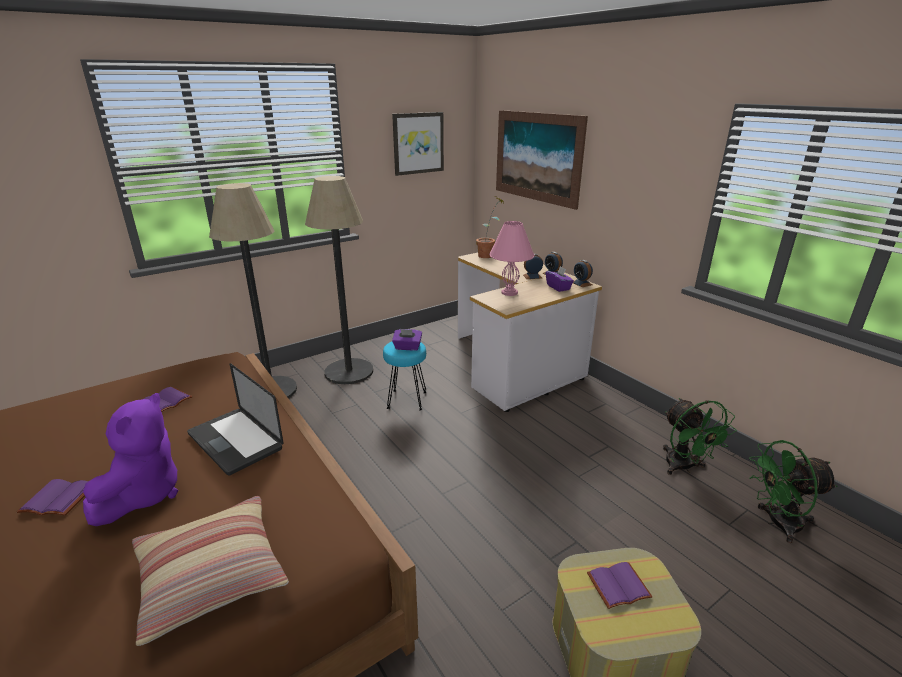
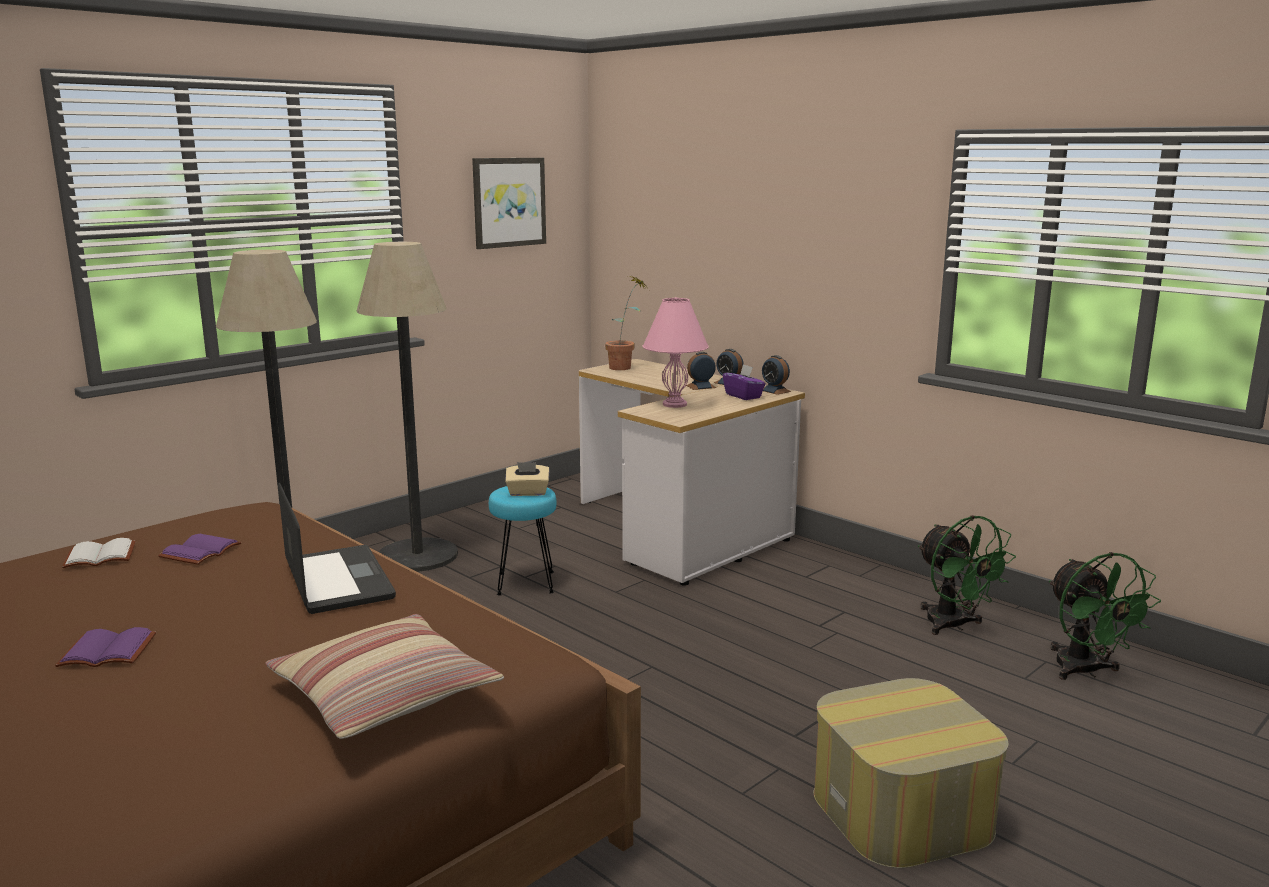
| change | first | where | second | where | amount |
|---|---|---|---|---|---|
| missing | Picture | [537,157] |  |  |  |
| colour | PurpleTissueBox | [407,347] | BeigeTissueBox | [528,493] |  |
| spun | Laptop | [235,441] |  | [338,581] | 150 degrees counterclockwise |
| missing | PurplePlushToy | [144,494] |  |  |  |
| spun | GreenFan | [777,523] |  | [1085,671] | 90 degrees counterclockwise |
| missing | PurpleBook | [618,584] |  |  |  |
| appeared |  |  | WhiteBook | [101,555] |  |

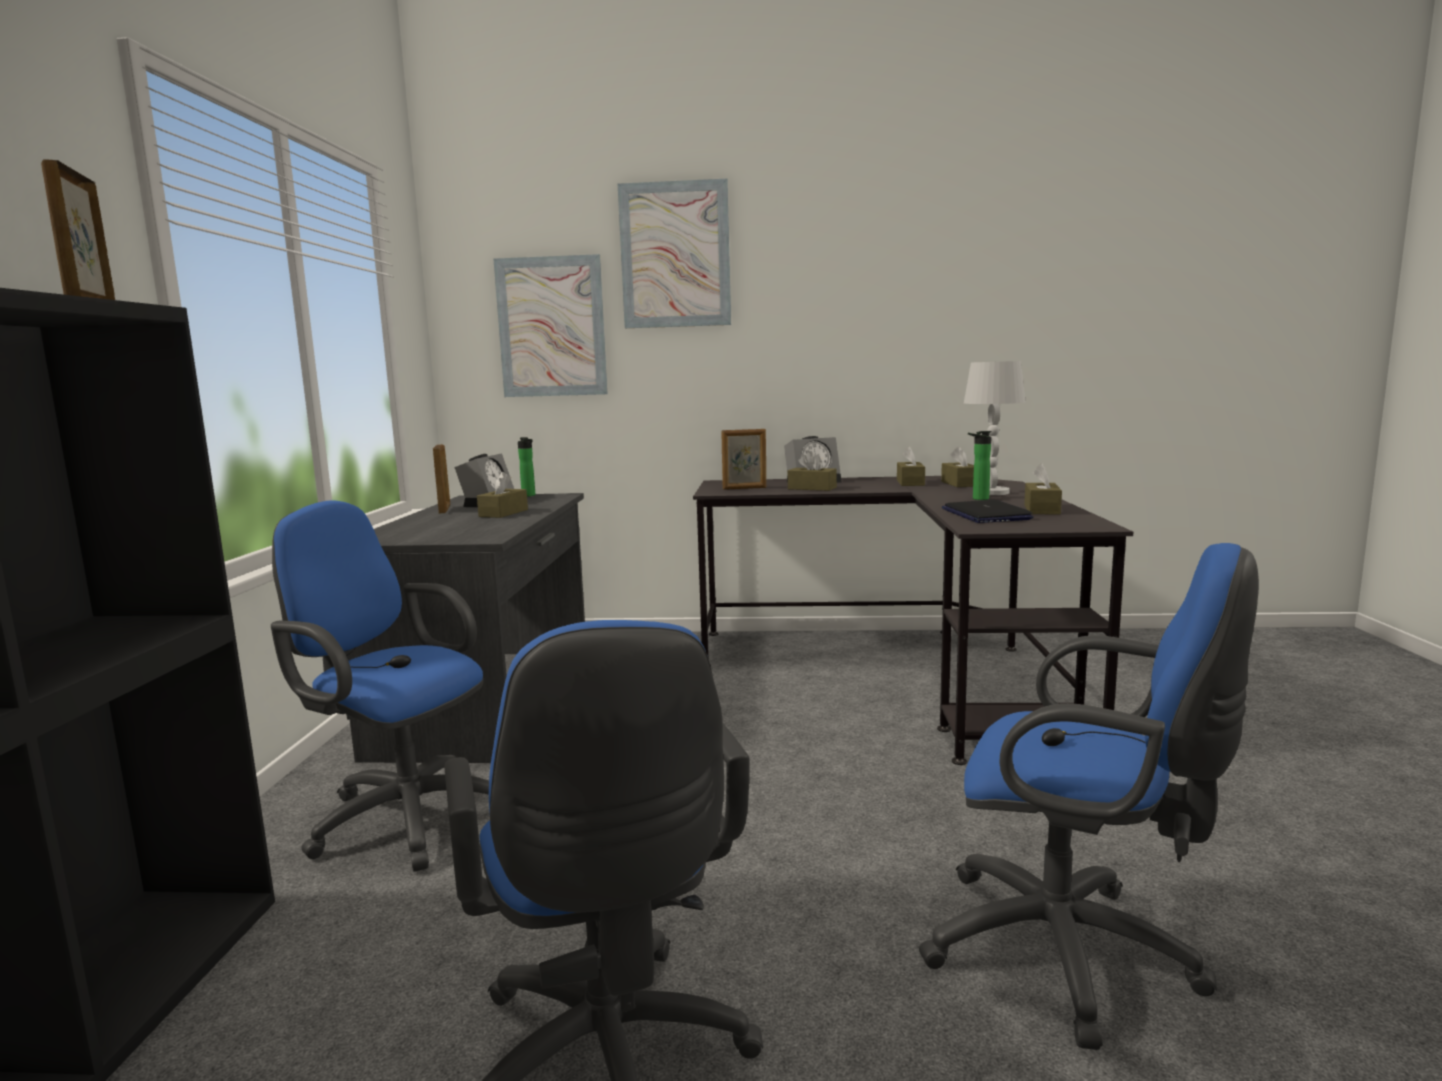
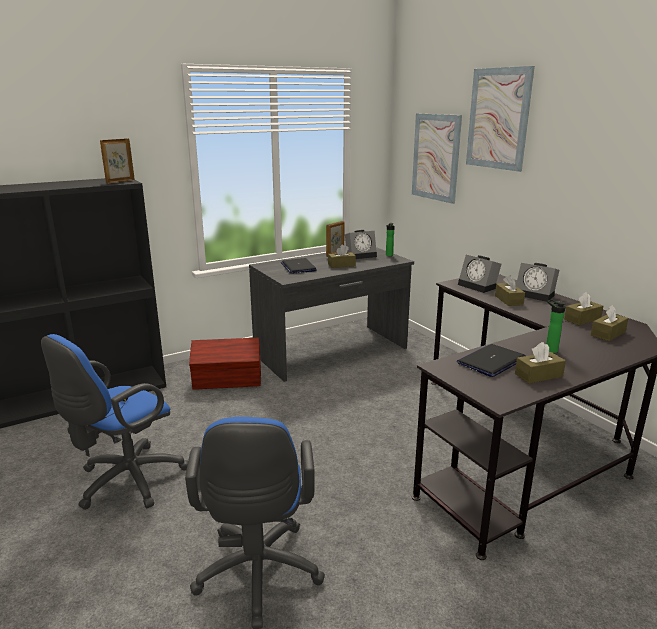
| change | first | where | second | where | amount |
|---|---|---|---|---|---|
| missing | WhiteTableLamp | [991,492] |  |  |  |
| exchanged | PictureFrame | [744,488] | AlarmClock | [479,286] |  |
| exchanged | BlueOfficeChair | [403,816] | BrownStorageBox | [228,381] |  |
| appeared |  |  | Laptop | [298,267] |  |

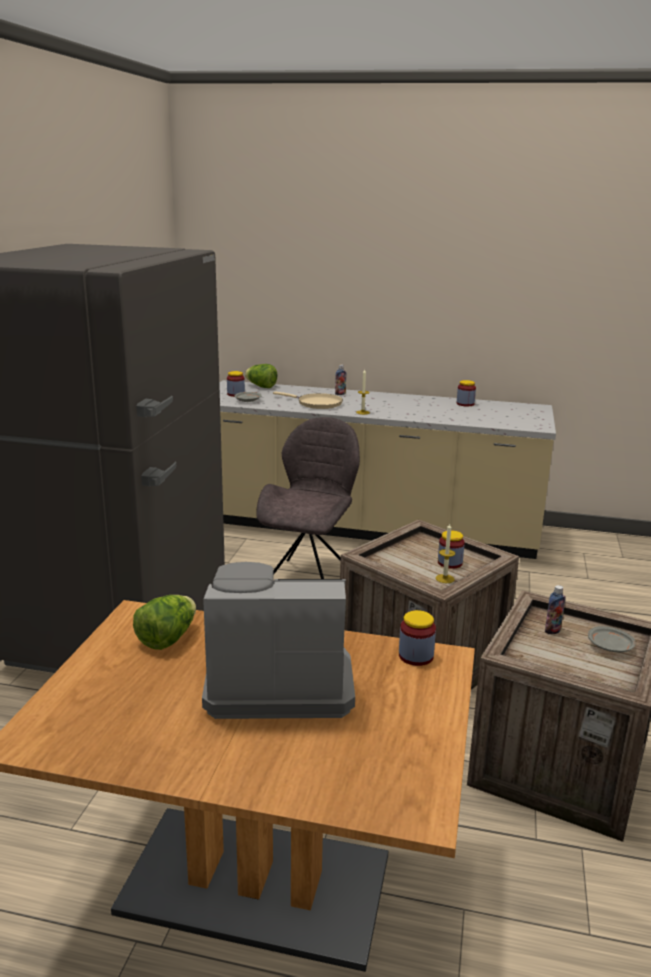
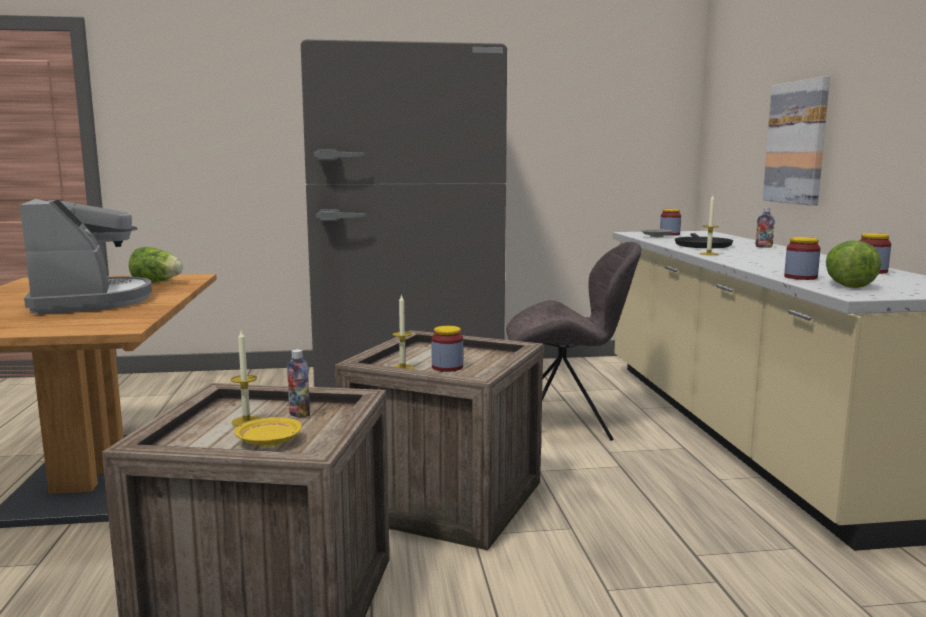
| change | first | where | second | where | amount |
|---|---|---|---|---|---|
| relocated | Lettuce | [261,386] |  | [846,285] |  |
| colour | BeigeFryingPan | [317,403] | BlackFryingPan | [701,245] |  |
| relocated | Jar | [416,656] |  | [800,277] |  |
| colour | GreyPlate | [610,647] | YellowPlate | [268,442] |  |
| appeared |  |  | Picture | [797,143] |  |
| appeared |  |  | Candle | [246,421] |  |

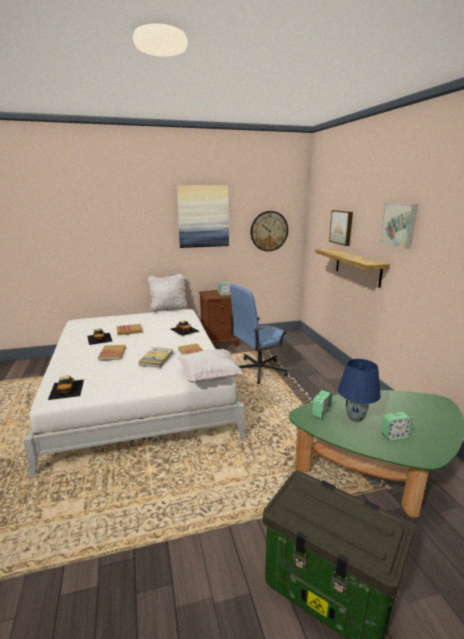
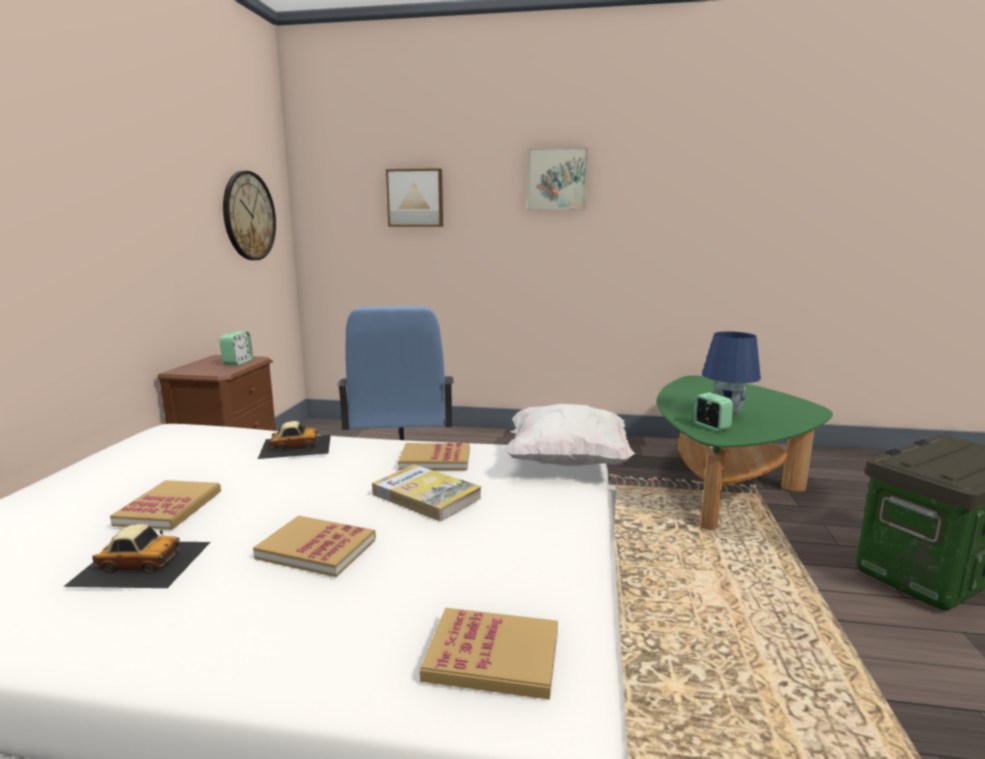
| change | first | where | second | where | amount |
|---|---|---|---|---|---|
| missing | Picture | [203,216] |  |  |  |
| missing | Shelf | [357,267] |  |  |  |
| missing | WhitePillow | [168,309] |  |  |  |
| exchanged | ToyCar | [67,389] | Book | [492,657] |  |
| missing | AlarmClock | [394,435] |  |  |  |

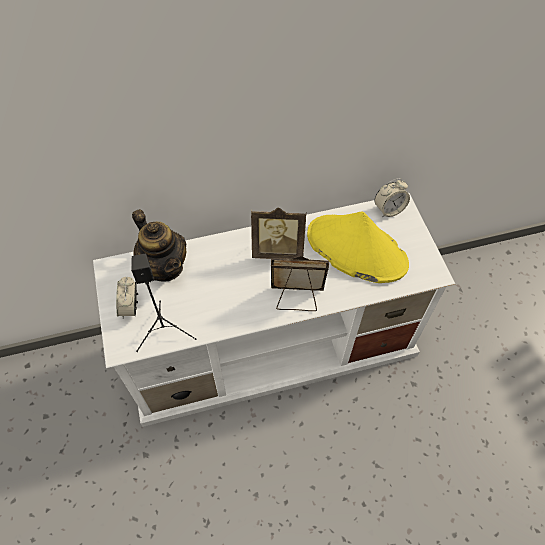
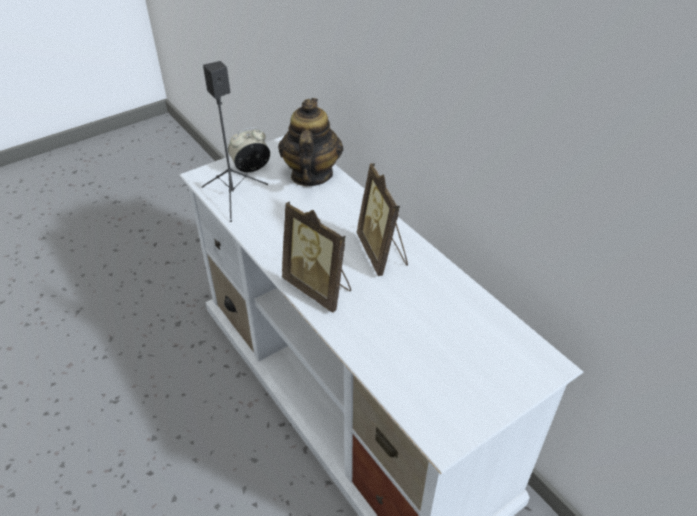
| change | first | where | second | where | amount |
|---|---|---|---|---|---|
| missing | AlarmClock | [388,209] |  |  |  |
| spun | Teapot | [164,266] |  | [311,175] | 150 degrees clockwise |
| missing | YellowHat | [355,249] |  |  |  |
| spun | PictureFrame | [296,299] |  | [319,288] | 150 degrees clockwise |

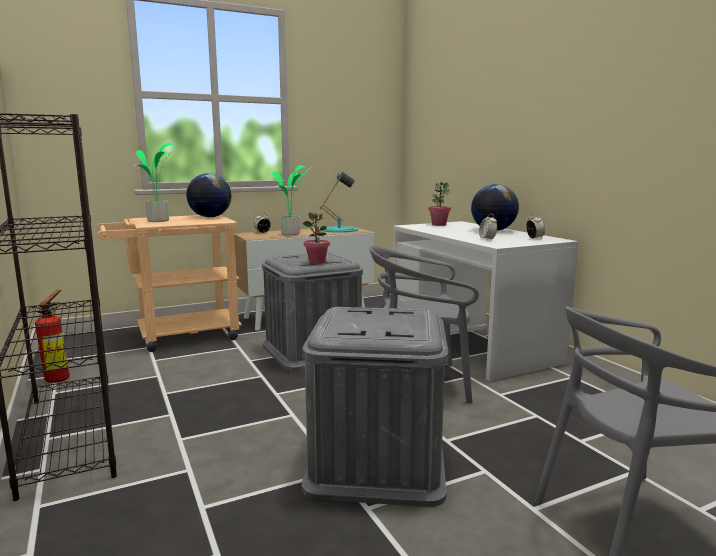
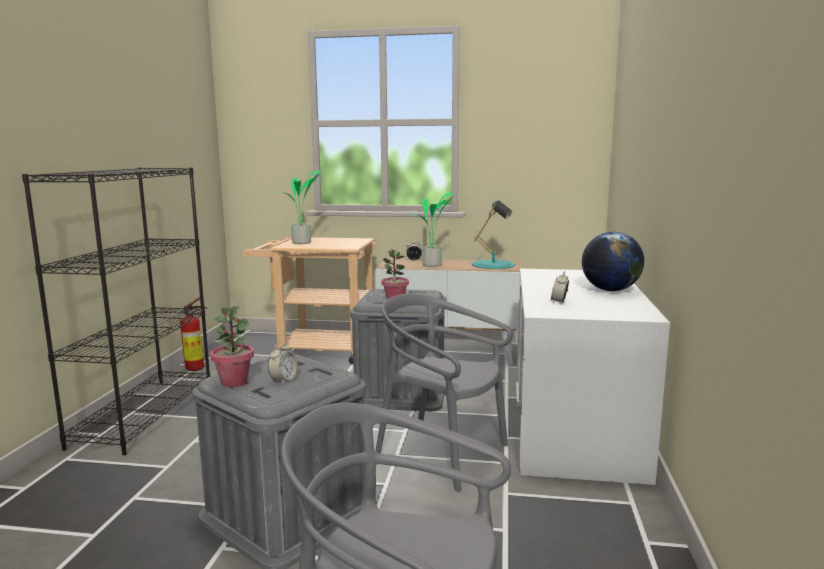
| change | first | where | second | where | amount |
|---|---|---|---|---|---|
| missing | Globe | [210,217] |  |  |  |
| relocated | PottedPlant | [439,225] |  | [234,382] |  |
| relocated | AlarmClock | [534,238] |  | [283,380] |  |

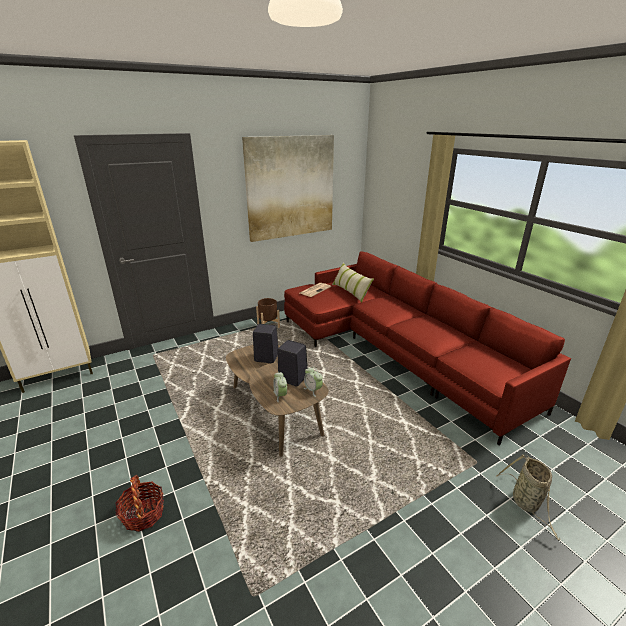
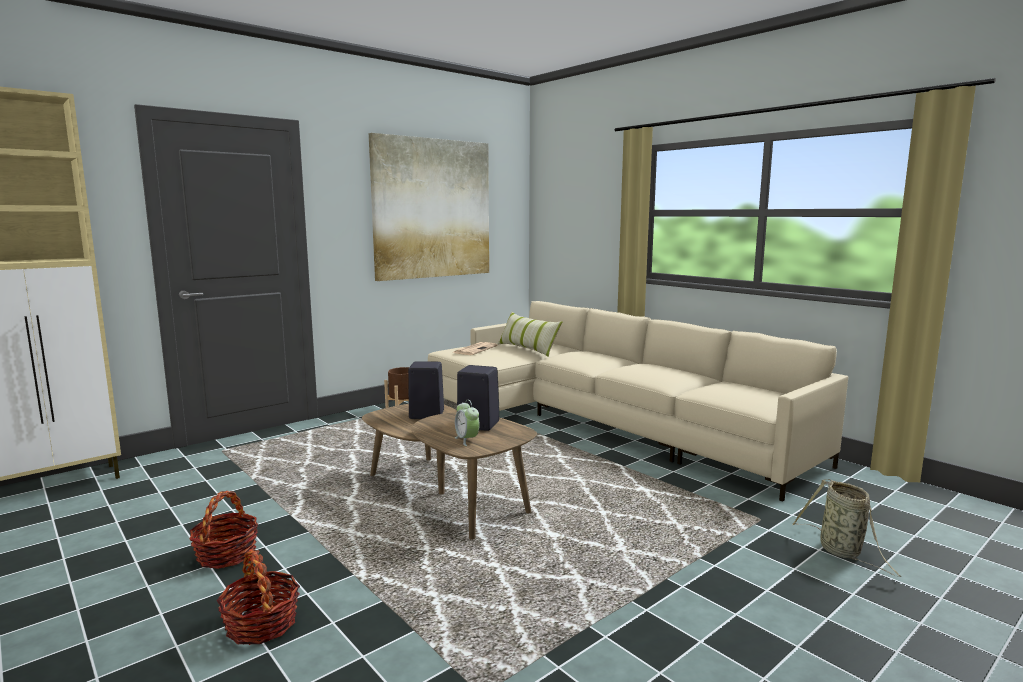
| change | first | where | second | where | amount |
|---|---|---|---|---|---|
| colour | RedSofa | [394,350] | BeigeSofa | [601,423] |  |
| missing | AlarmClock | [313,390] |  |  |  |
| appeared |  |  | Basket | [226,554] |  |

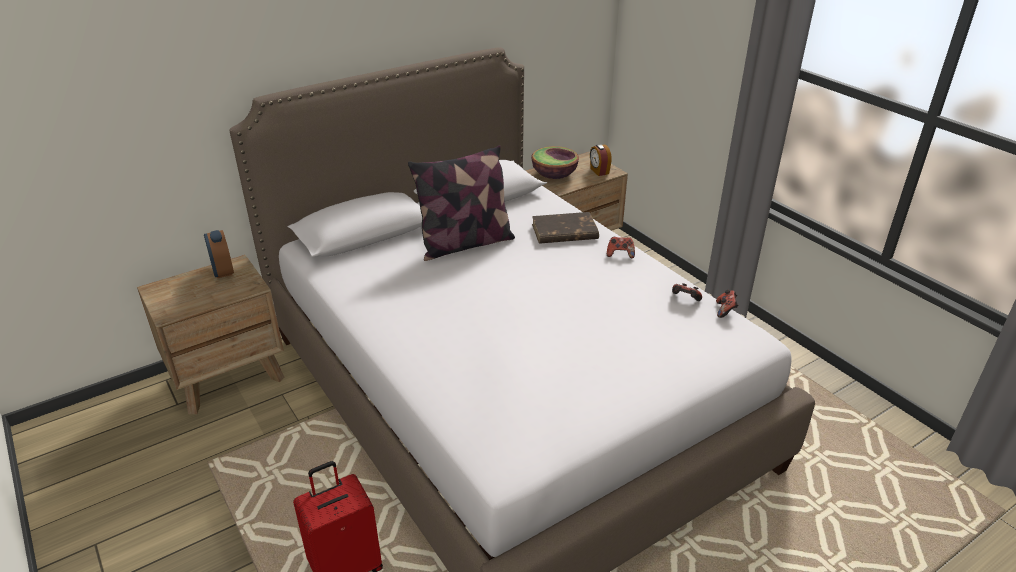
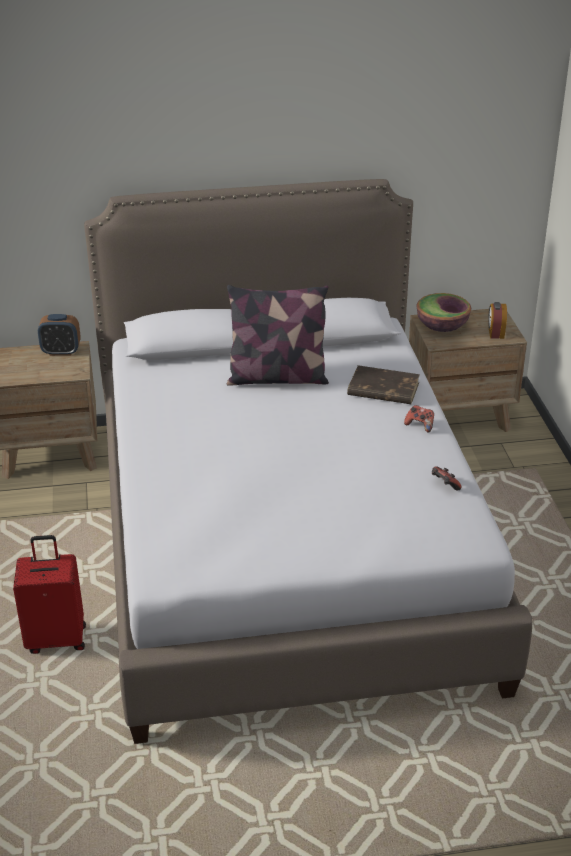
| change | first | where | second | where | amount |
|---|---|---|---|---|---|
| spun | AlarmClock | [223,271] |  | [61,352] | 90 degrees counterclockwise |
| missing | GameController | [725,310] |  |  |  |

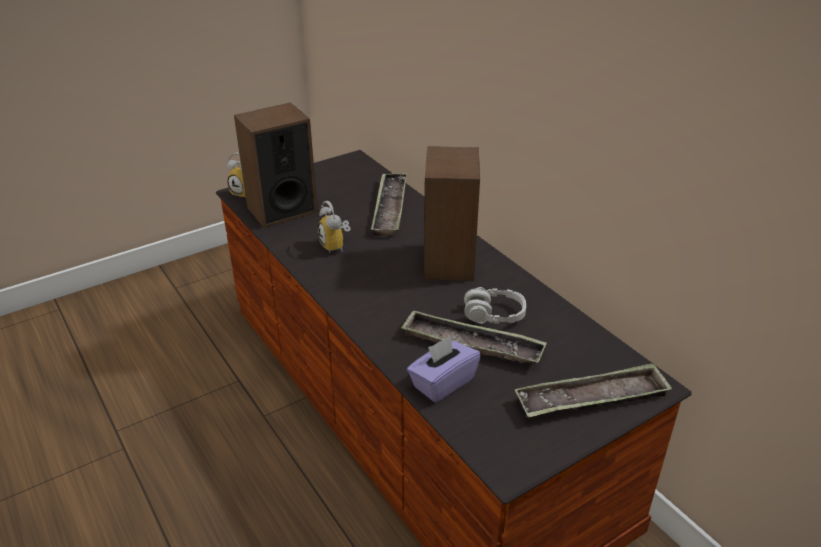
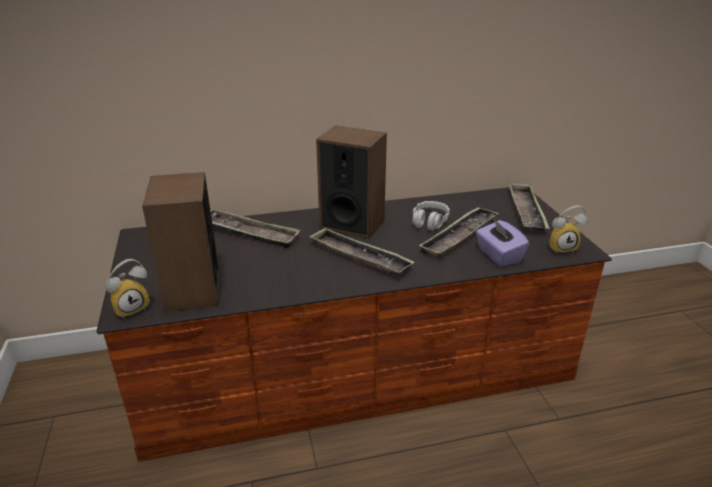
| change | first | where | second | where | amount |
|---|---|---|---|---|---|
| relocated | AlarmClock | [336,246] |  | [561,248] |  |
| appeared |  |  | Tray | [359,257] |  |

